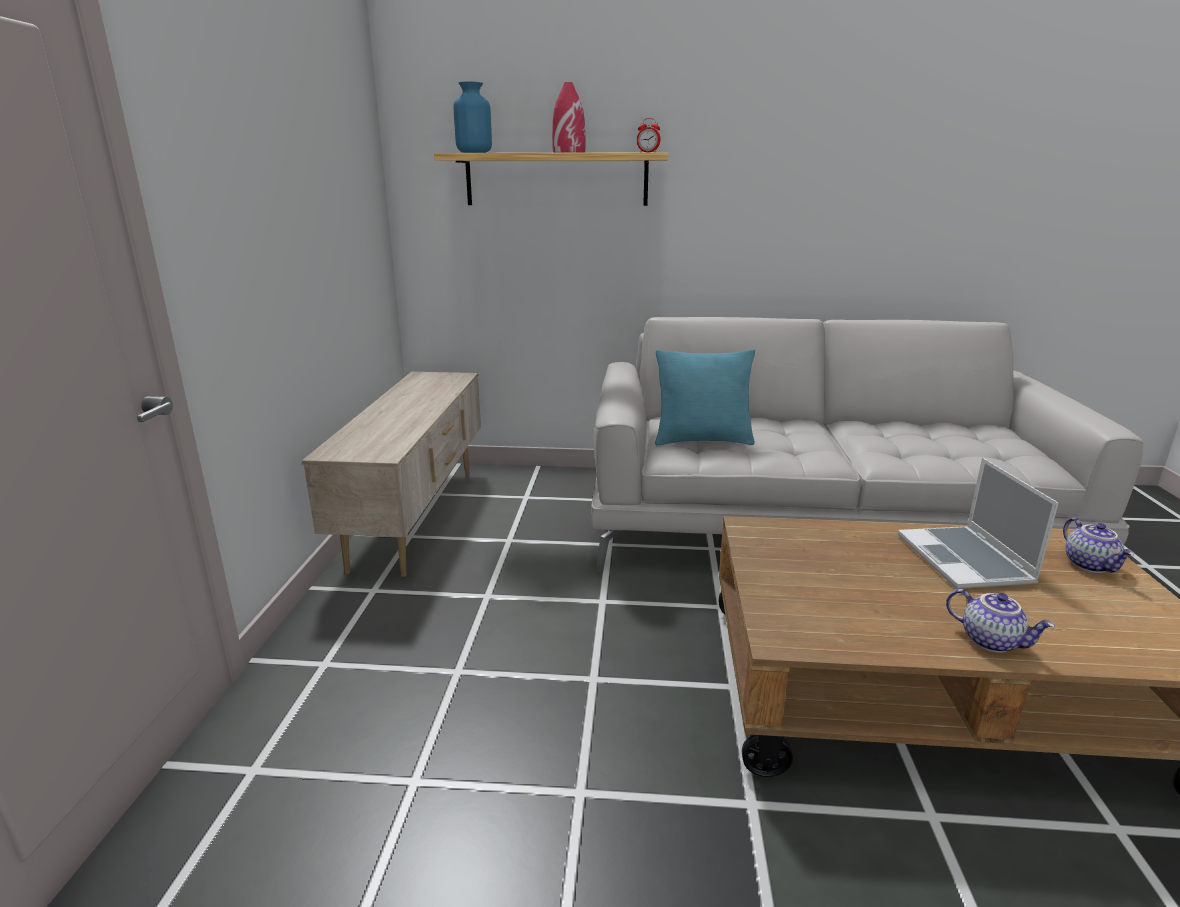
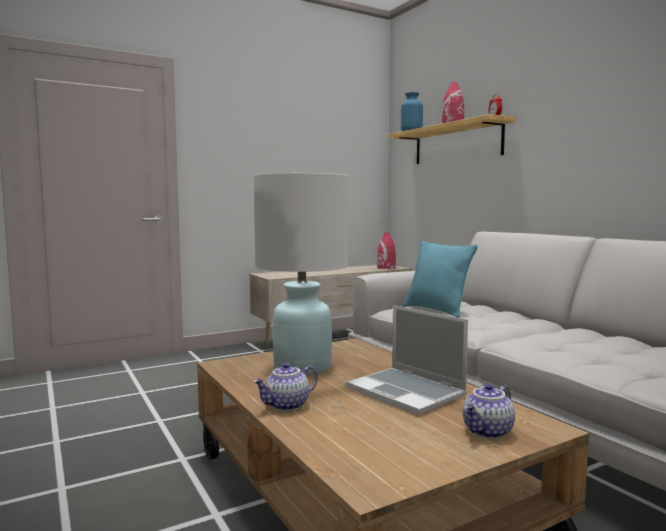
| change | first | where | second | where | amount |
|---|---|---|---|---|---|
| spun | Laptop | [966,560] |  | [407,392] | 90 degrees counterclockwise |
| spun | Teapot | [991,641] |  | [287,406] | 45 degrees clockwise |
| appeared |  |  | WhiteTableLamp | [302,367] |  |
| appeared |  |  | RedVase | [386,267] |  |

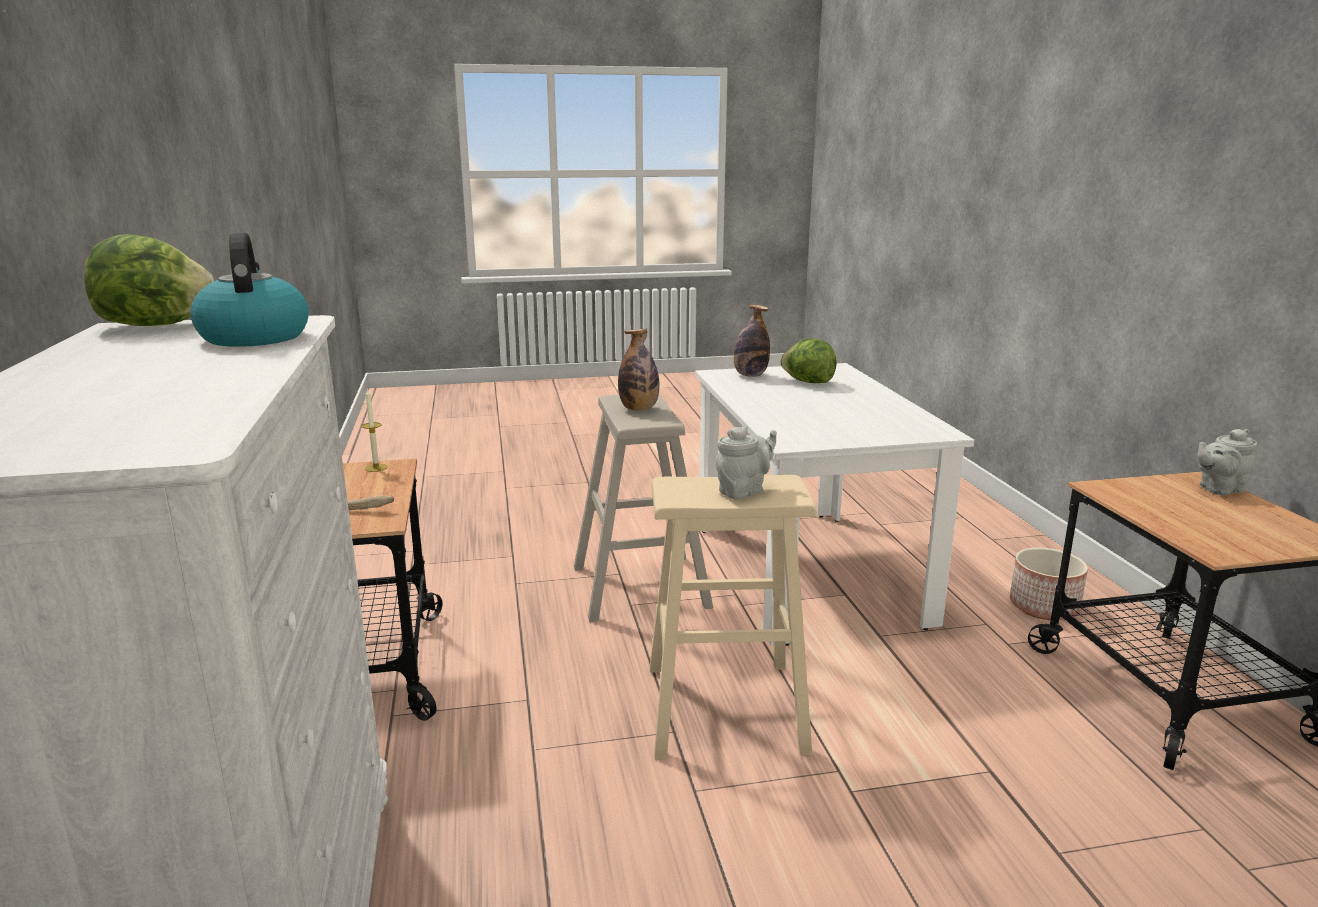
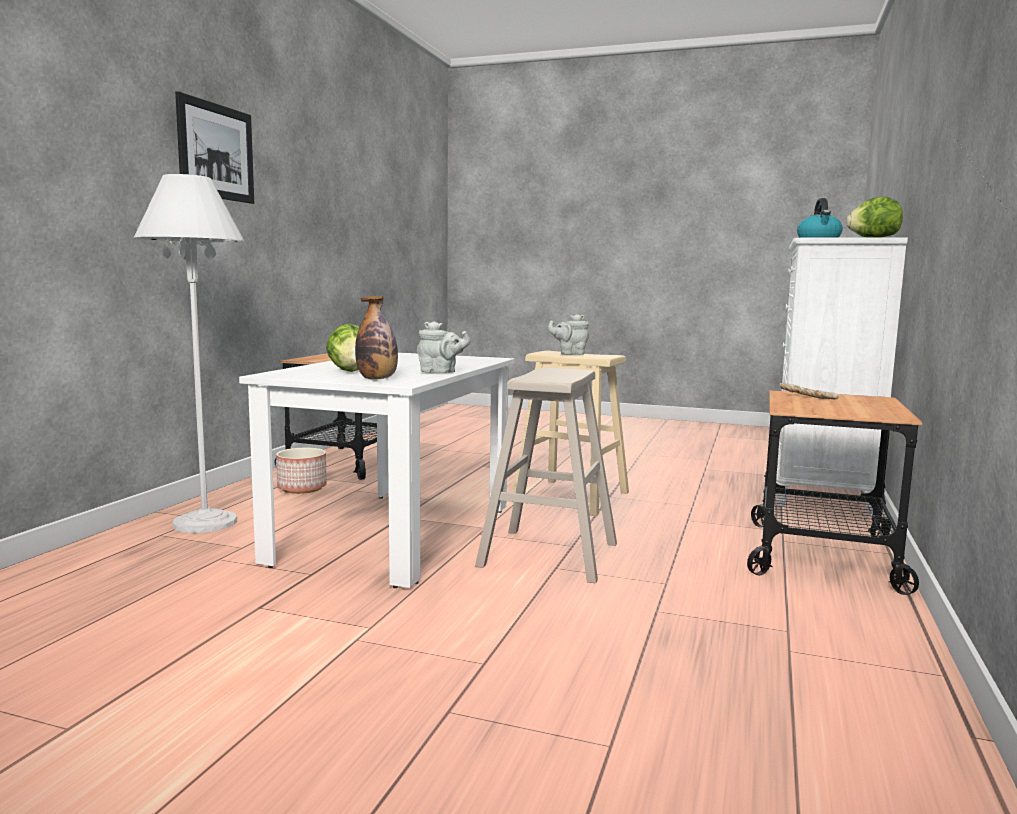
| change | first | where | second | where | amount |
|---|---|---|---|---|---|
| missing | Bottle | [639,409] |  |  |  |
| missing | Candle | [376,468] |  |  |  |
| relocated | GreyTeapot | [1218,489] |  | [440,372] |  |
| appeared |  |  | Picture | [216,151] |  |
| appeared |  |  | WhiteFloorLamp | [205,522] |  |

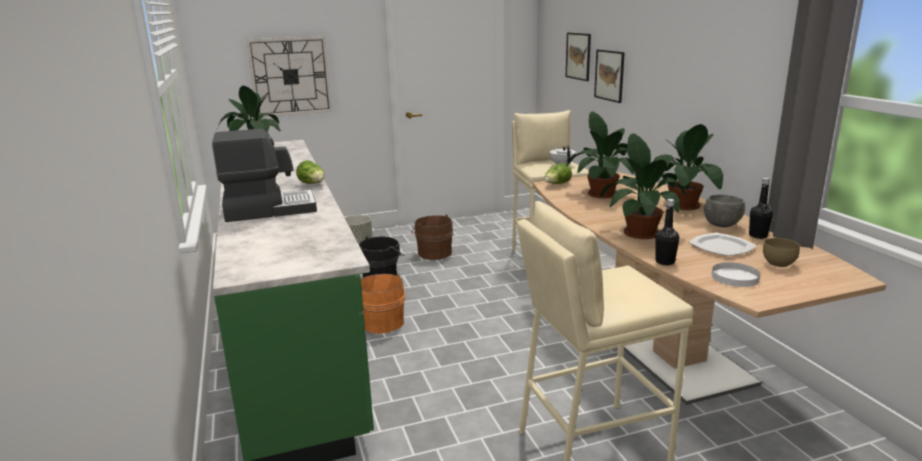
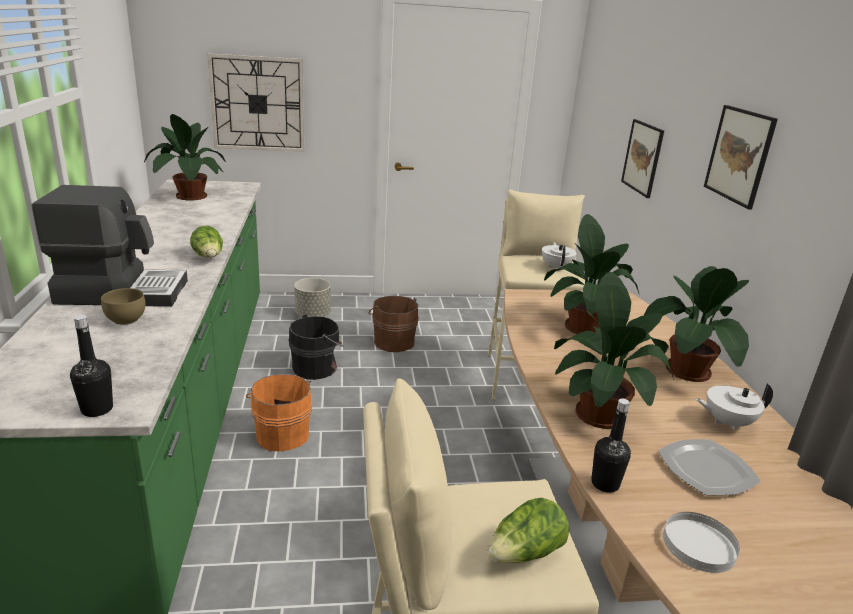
| change | first | where | second | where | amount |
|---|---|---|---|---|---|
| relocated | Picture | [578,56] |  | [739,155] |  |
| relocated | Lettuce | [557,184] |  | [525,553] |  |
| relocated | BlackBottle | [758,236] |  | [97,409] |  |
| exchanged | GreyBowl | [721,225] | WhiteTeapot | [727,422] |  |
| relocated | BrownBowl | [780,264] |  | [126,320] |  |

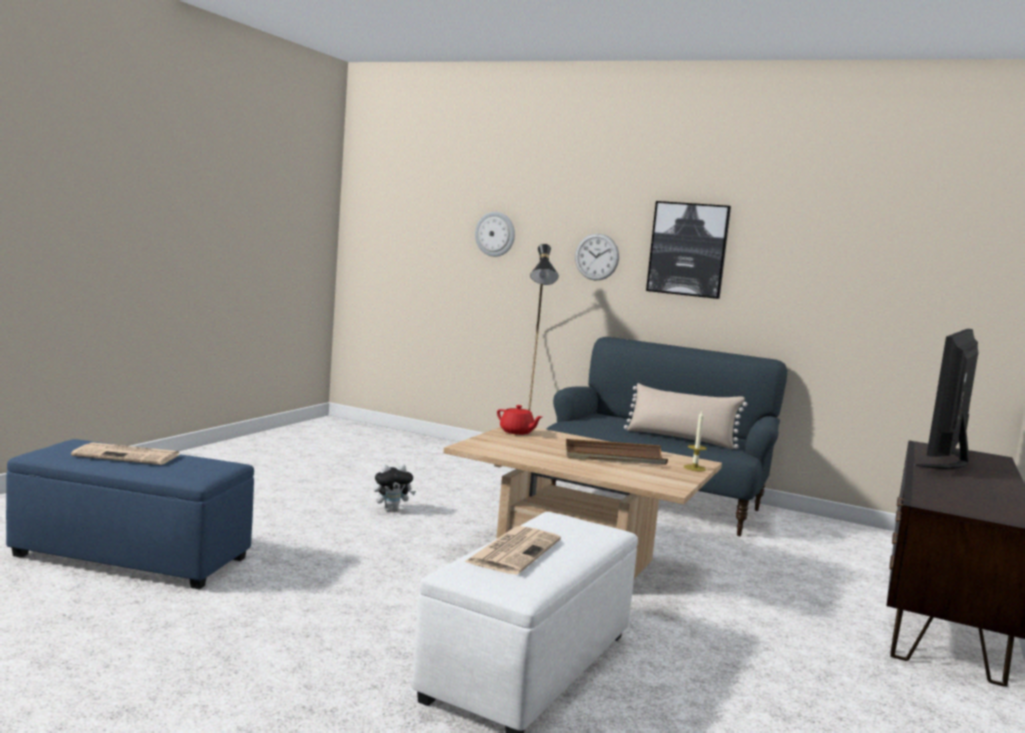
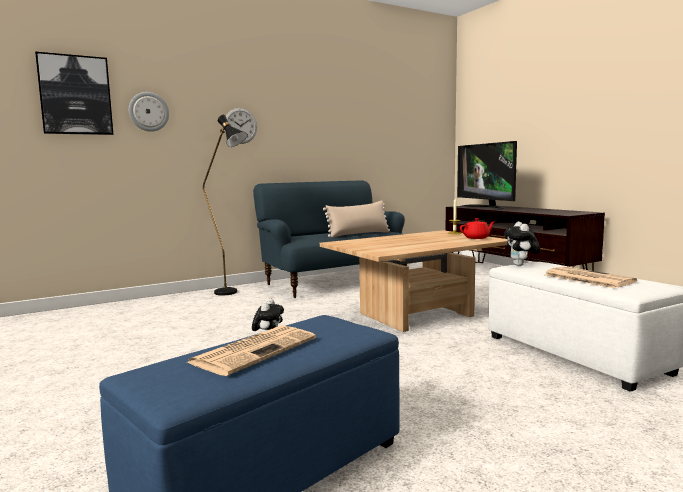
| change | first | where | second | where | amount |
|---|---|---|---|---|---|
| relocated | Picture | [688,249] |  | [75,95] |  |
| relocated | RedTeapot | [517,432] |  | [477,238] |  |
| missing | BrownTray | [614,456] |  |  |  |
| appeared |  |  | PlushToy | [521,265] |  |

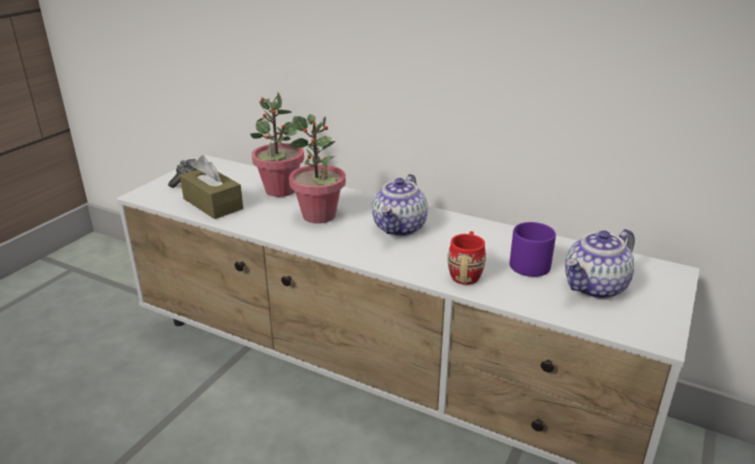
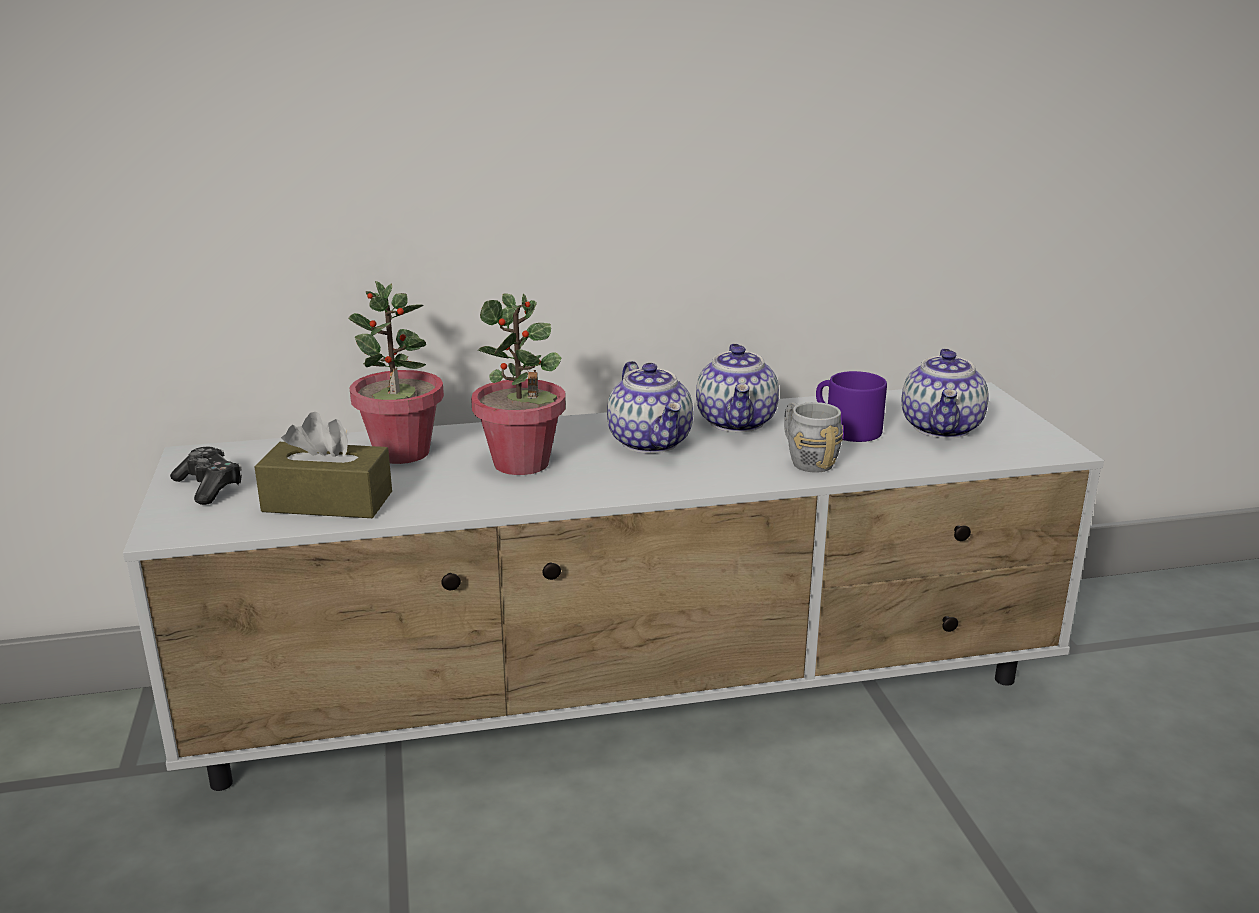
| change | first | where | second | where | amount |
|---|---|---|---|---|---|
| colour | RedMug | [466,272] | GreyMug | [806,459] |  |
| appeared |  |  | Teapot | [737,422] |  |

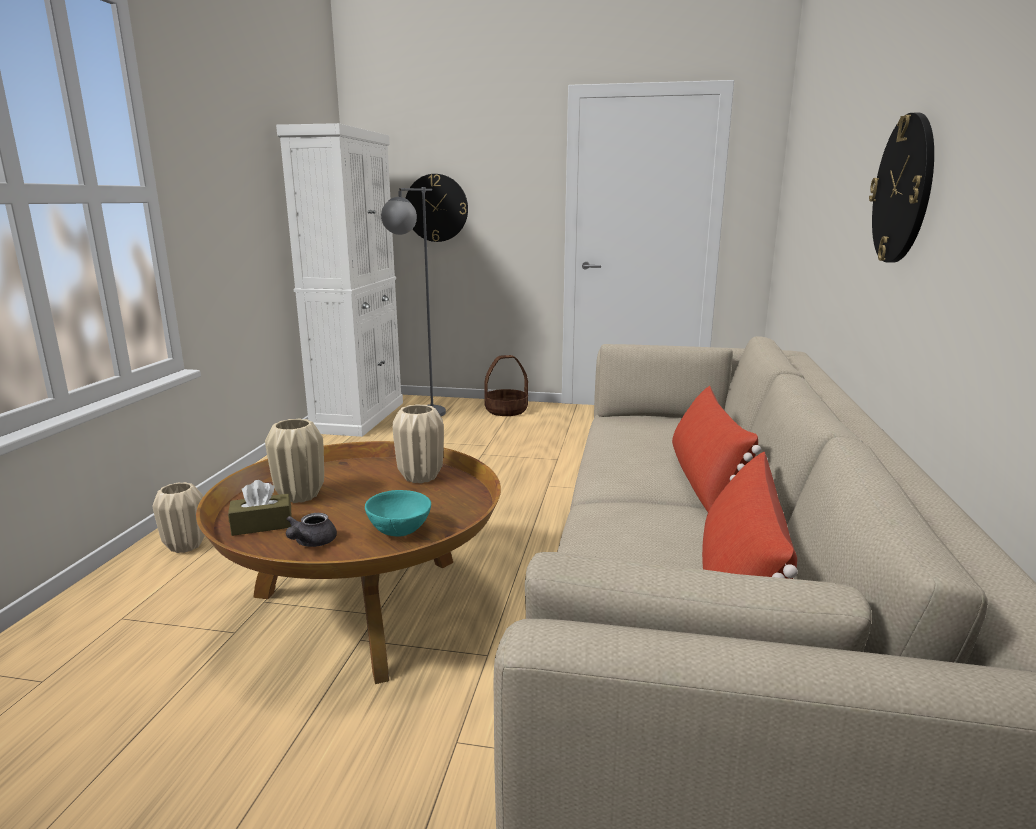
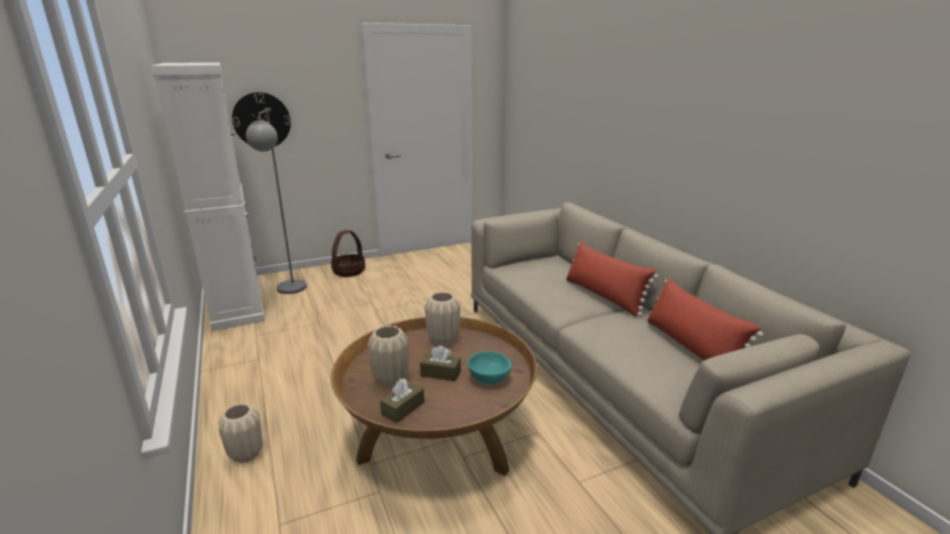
| change | first | where | second | where | amount |
|---|---|---|---|---|---|
| missing | WallClock | [903,190] |  |  |  |
| missing | GreyTeapot | [311,543] |  |  |  |
| appeared |  |  | BrownTissueBox | [440,373] |  |

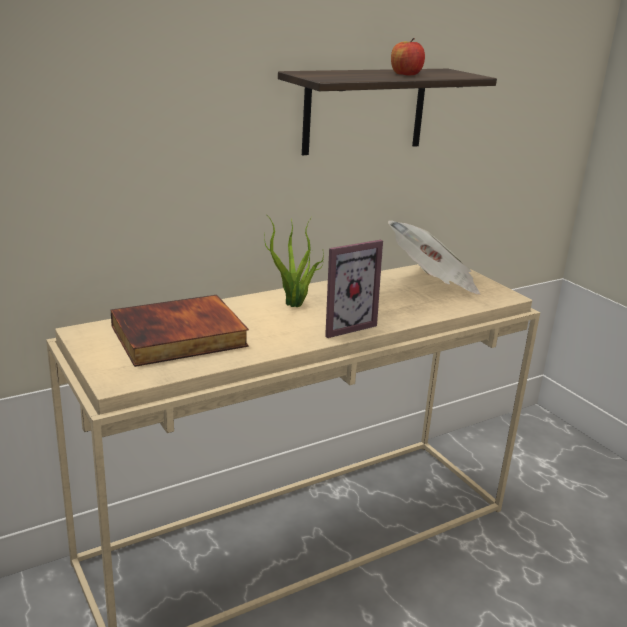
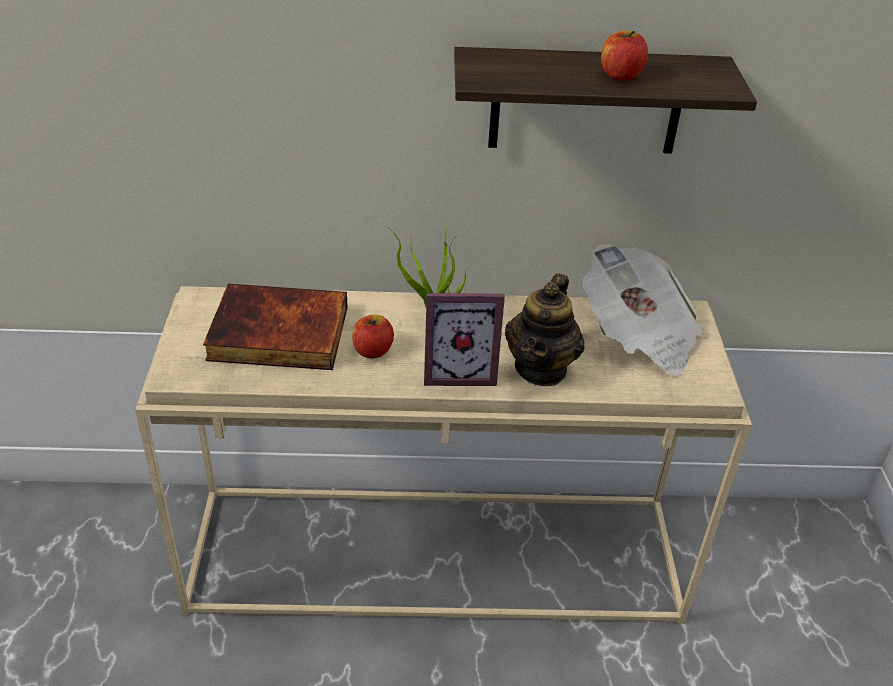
| change | first | where | second | where | amount |
|---|---|---|---|---|---|
| appeared |  |  | Teapot | [541,368] |  |
| appeared |  |  | Apple | [372,350] |  |

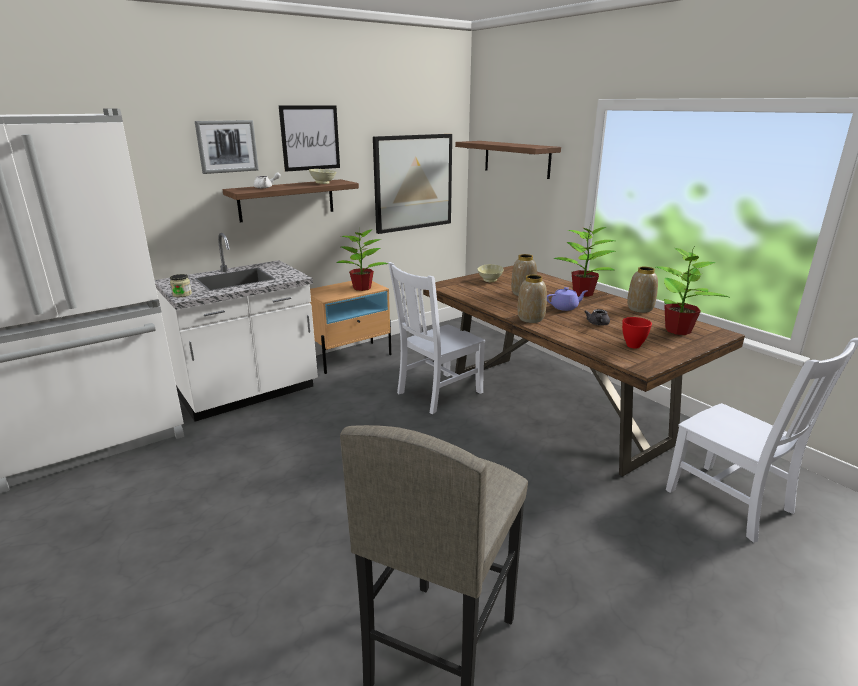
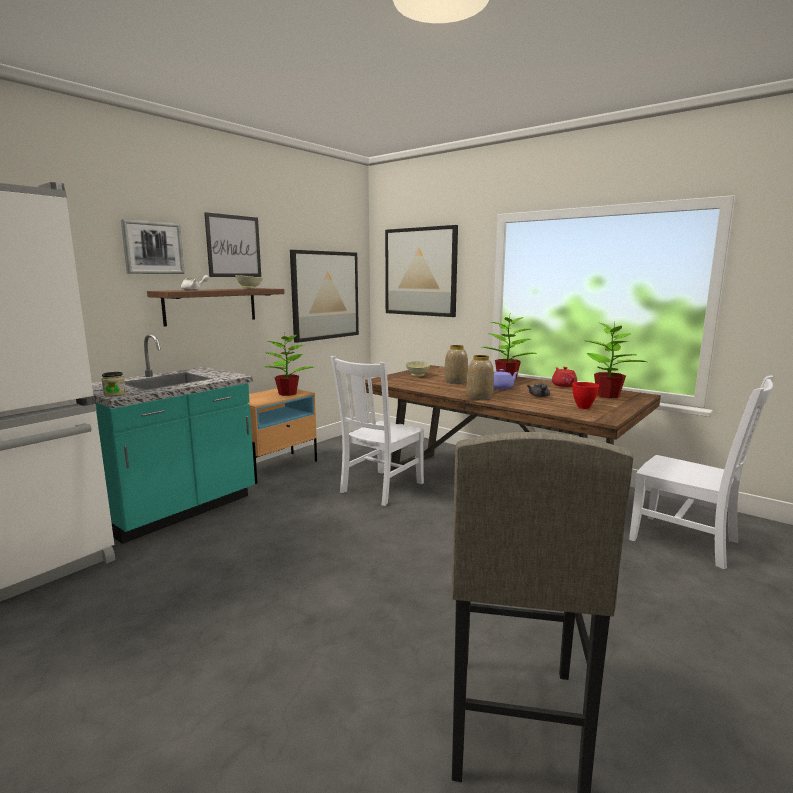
| change | first | where | second | where | amount |
|---|---|---|---|---|---|
| exchanged | Shelf | [516,159] | Picture | [420,272] |  |
| colour | WhiteCounter | [249,394] | TurquoiseCounter | [178,510] |  |
| exchanged | Vase | [639,309] | RedTeapot | [563,385] |  |

